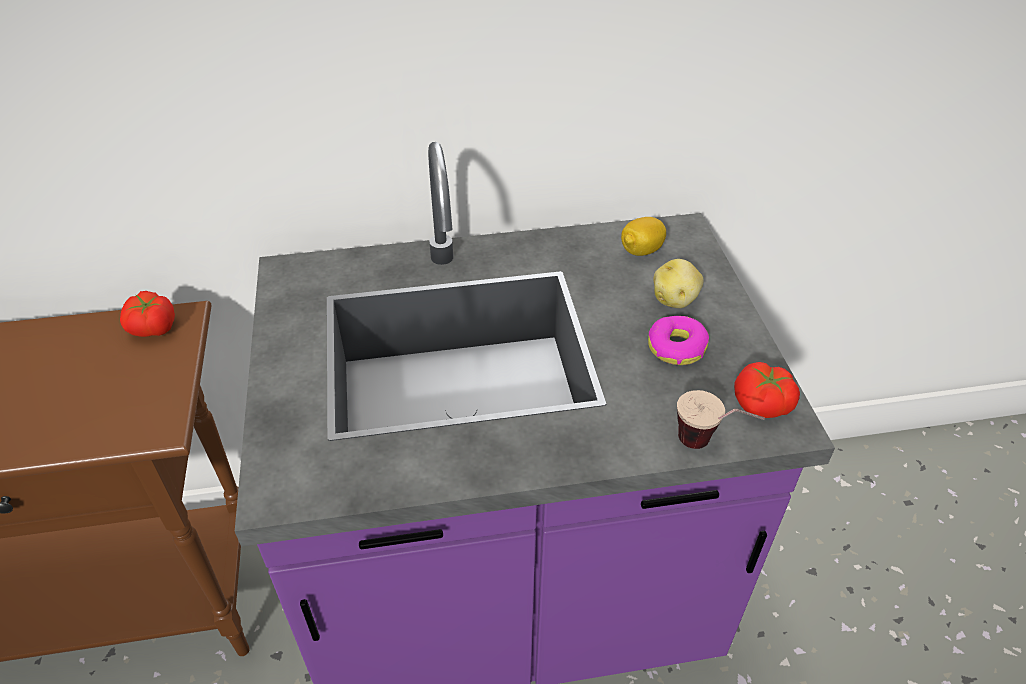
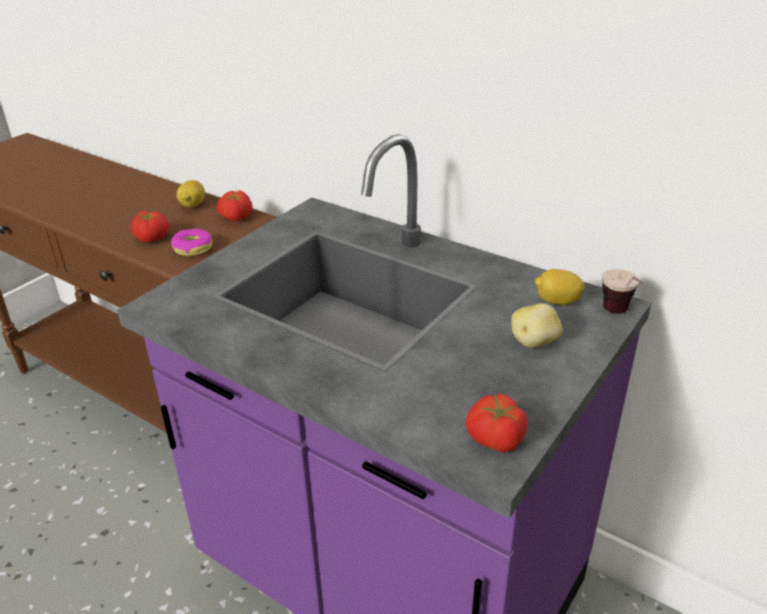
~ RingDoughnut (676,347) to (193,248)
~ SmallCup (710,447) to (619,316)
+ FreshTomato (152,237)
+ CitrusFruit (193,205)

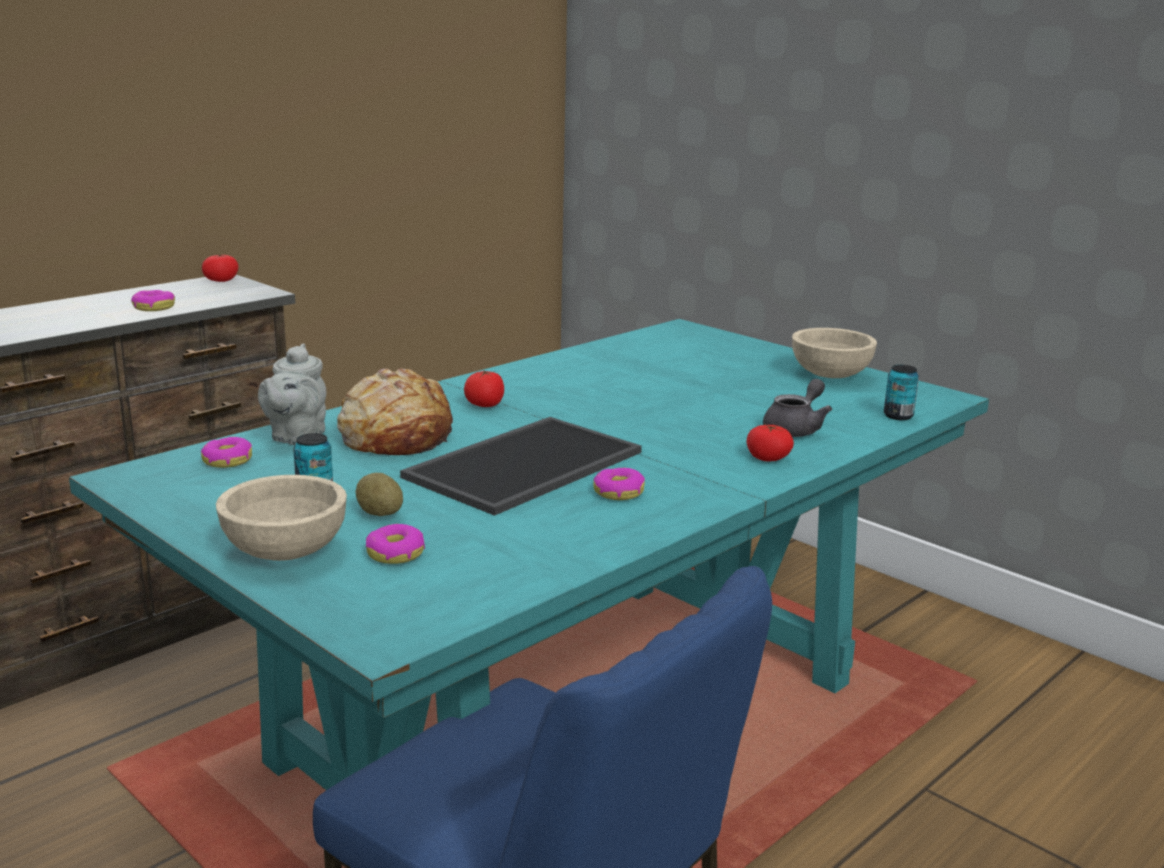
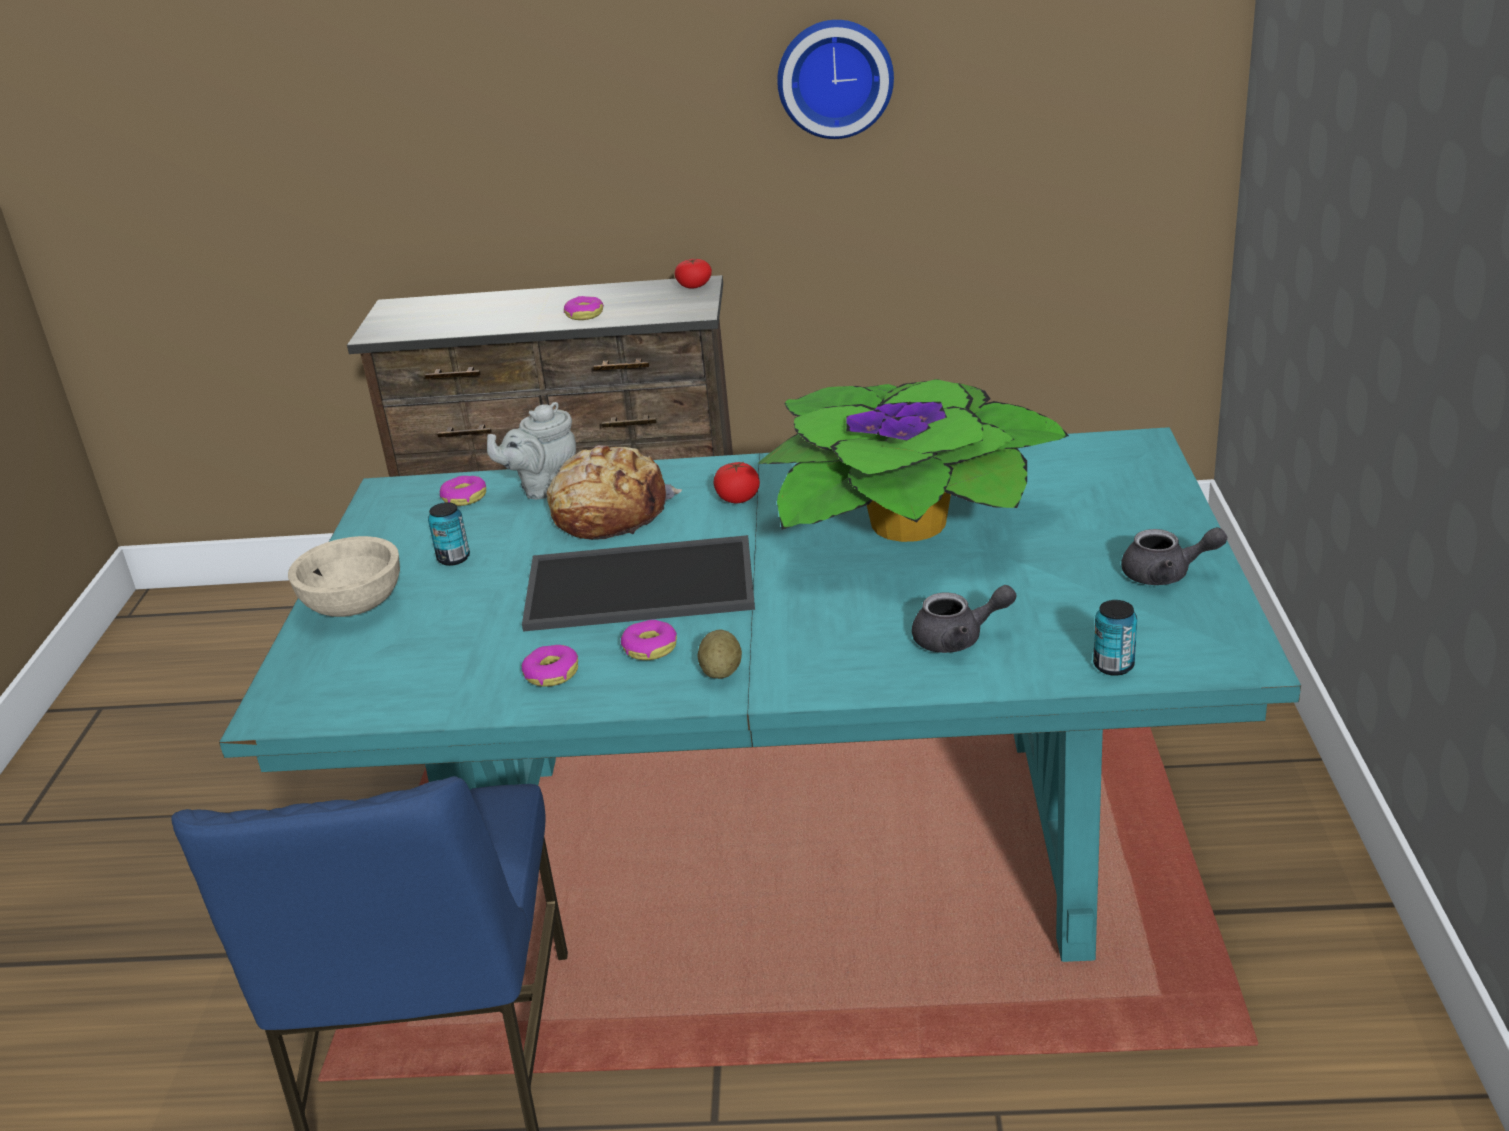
~ WholePotato (380,514) to (721,672)
~ RingDoughnut (395,553) to (551,673)
- FreshTomato (768,457)
~ BeigeColouredServingBowl (830,375) to GrayPotForTea (1166,574)
+ PlantInAPot (901,520)
+ HangingClock (835,77)

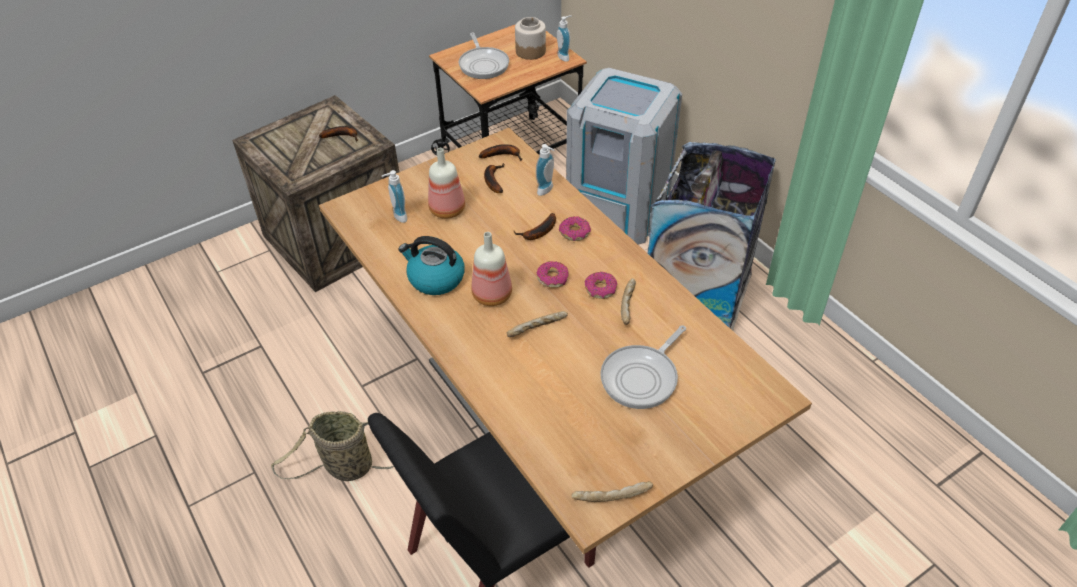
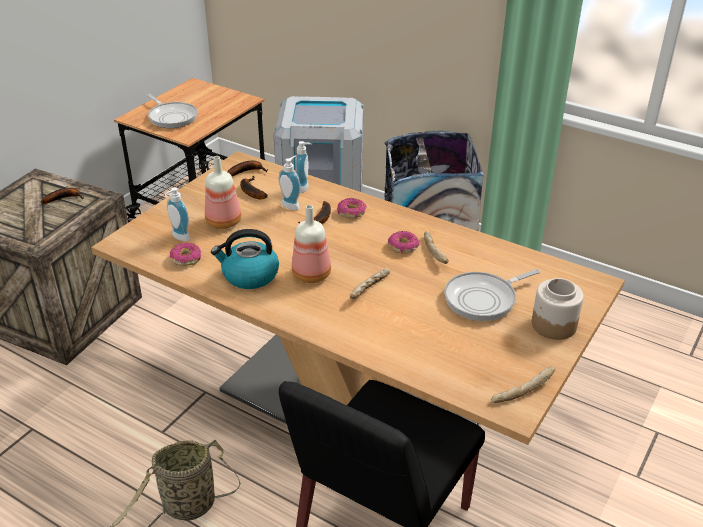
~ StorageJar (530,51) to (553,324)
~ RingDoughnut (552,278) to (186,258)
~ SoapBottle (565,56) to (292,205)
~ Skillet (642,377) = (484,299) 45 degrees clockwise

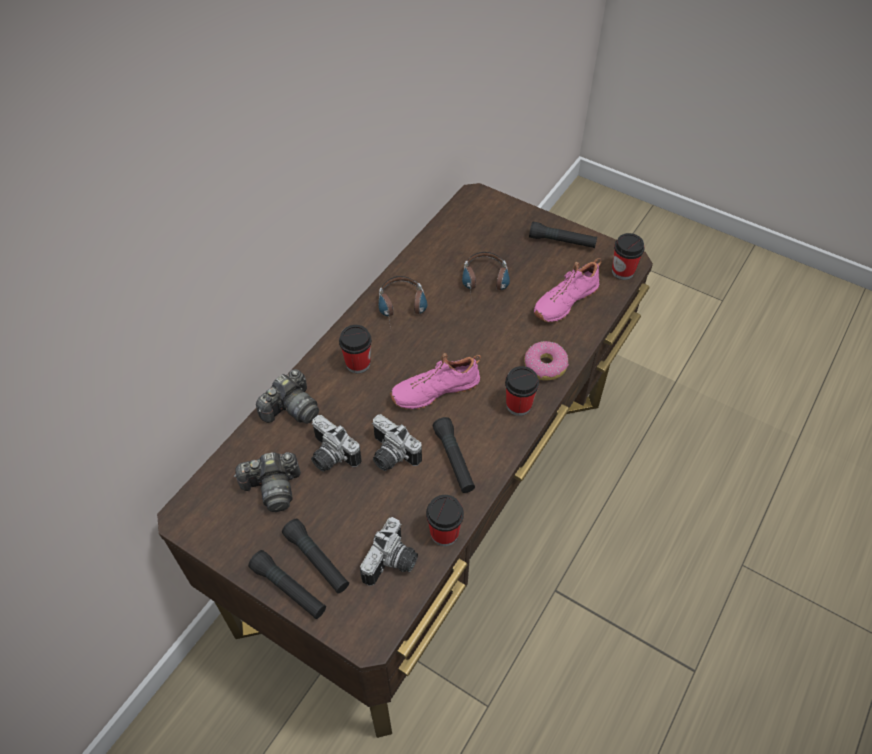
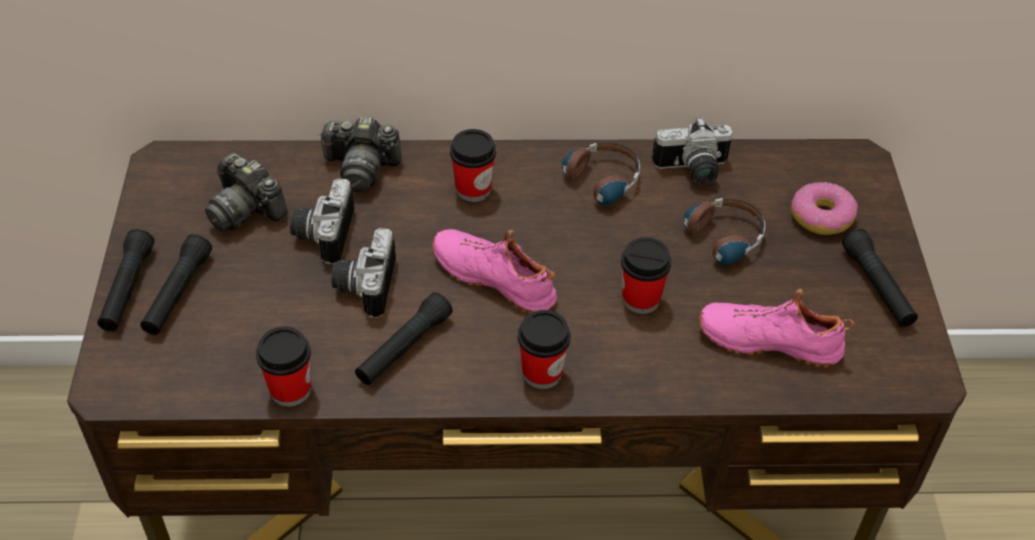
~ PhotoCamera (393,563) to (693,171)
~ RingDoughnut (545,365) to (821,216)
~ SmallCup (623,271) to (641,299)

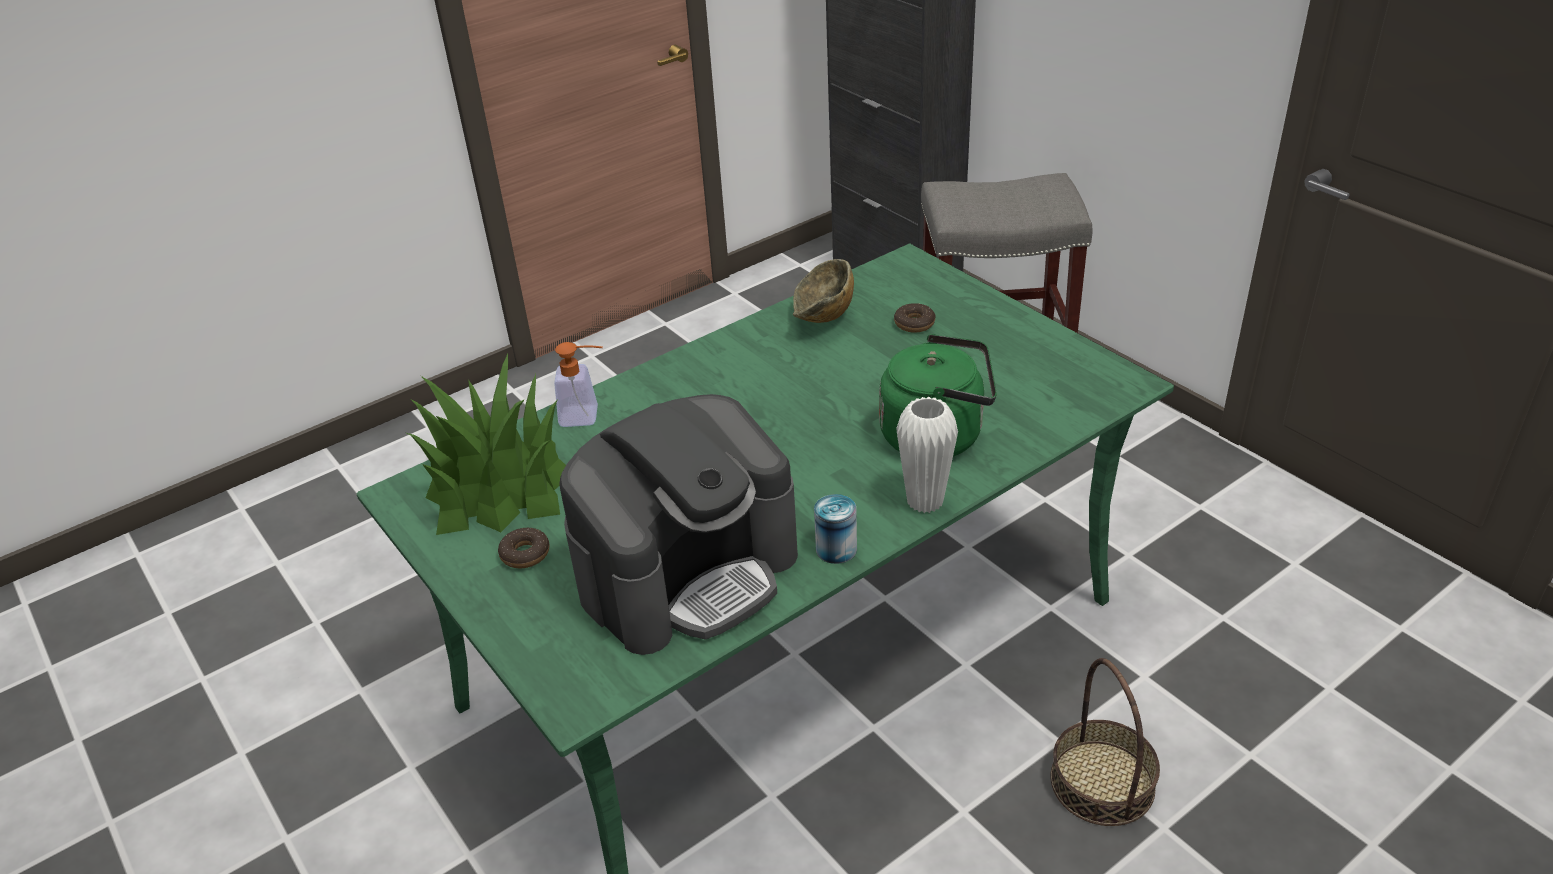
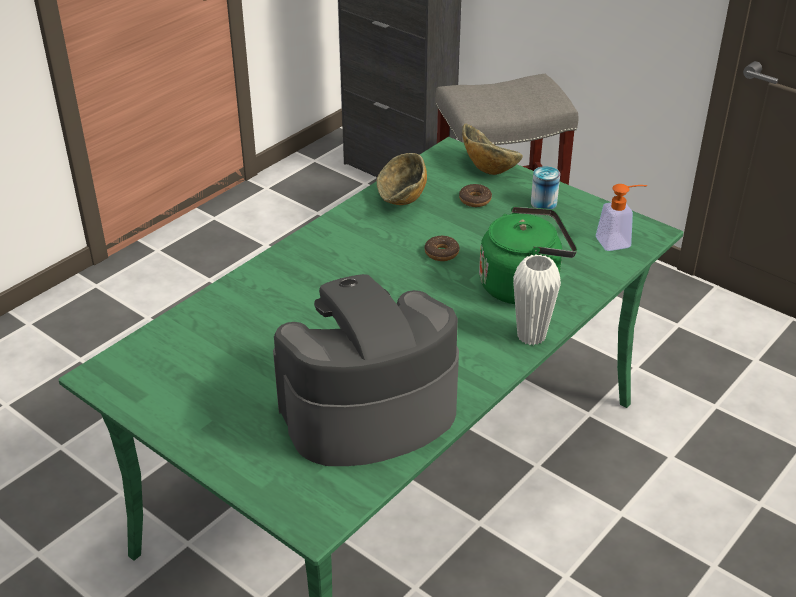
- PlantInAPot (498,486)
~ RingDoughnut (525,554) to (441,253)
~ SoapBottle (587,416) to (618,242)
~ CoffeeBrewer (688,573) = (367,411) 150 degrees counterclockwise
~ SealedCan (836,549) to (543,203)
- HouseholdBasket (1101,782)
+ ServingBowl (488,169)

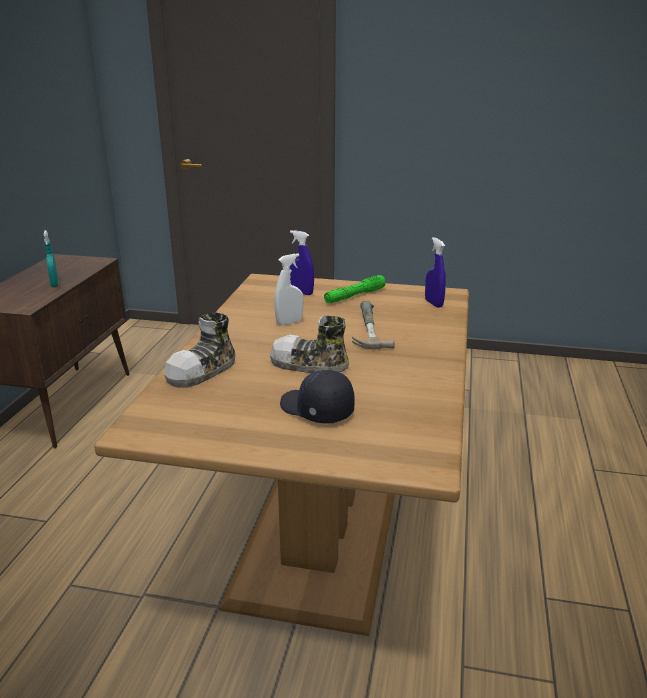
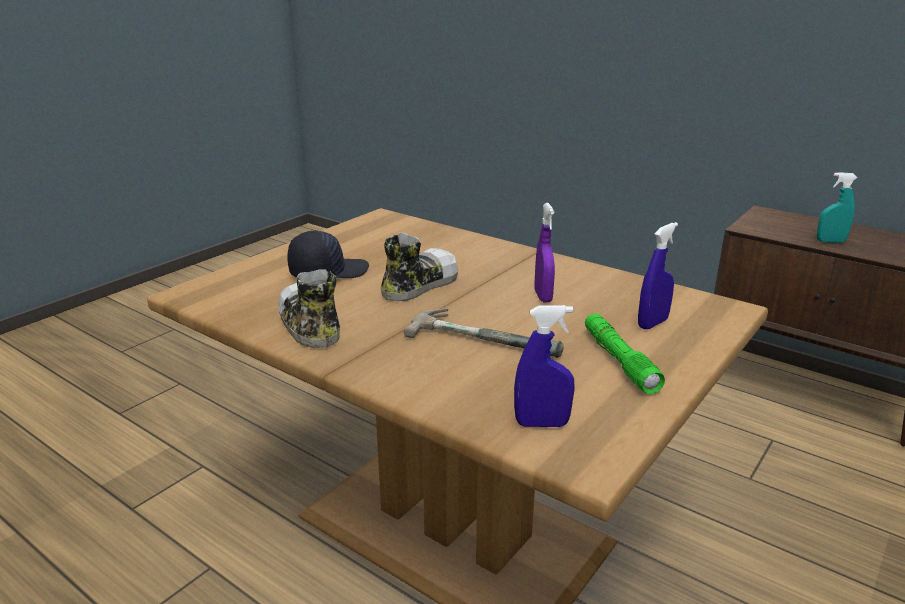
~ Shoe (203,371) to (309,326)
~ WhiteHandSprayer (289,322) to PurplishHandSprayer (543,296)

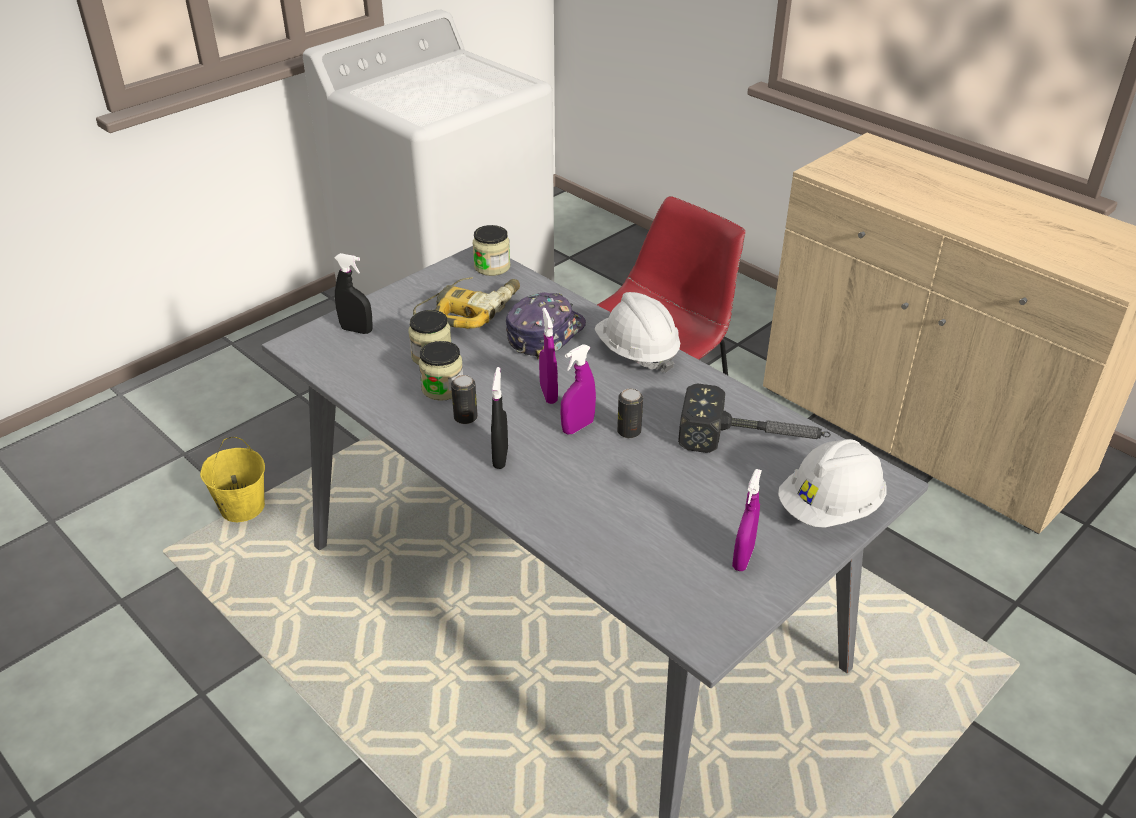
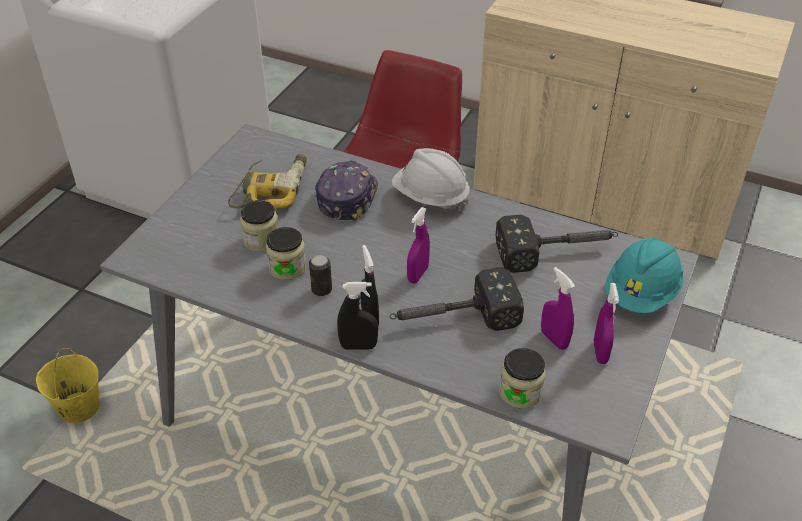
~ BlackColouredHandSprayer (356,330) to (358,346)
~ StorageJar (492,267) to (520,392)
~ PurplishHandSprayer (548,394) to (554,339)
- SealedCan (629,432)
~ WhiteWorkHelmet (830,508) to TurquoiseWorkHelmet (641,293)
+ HandHammer (452,318)

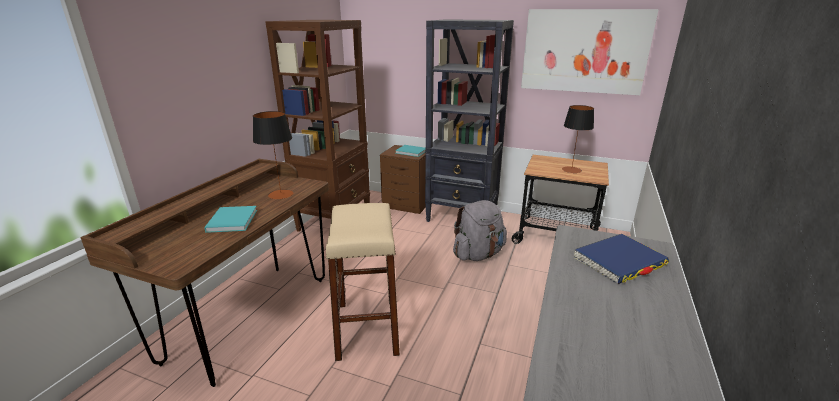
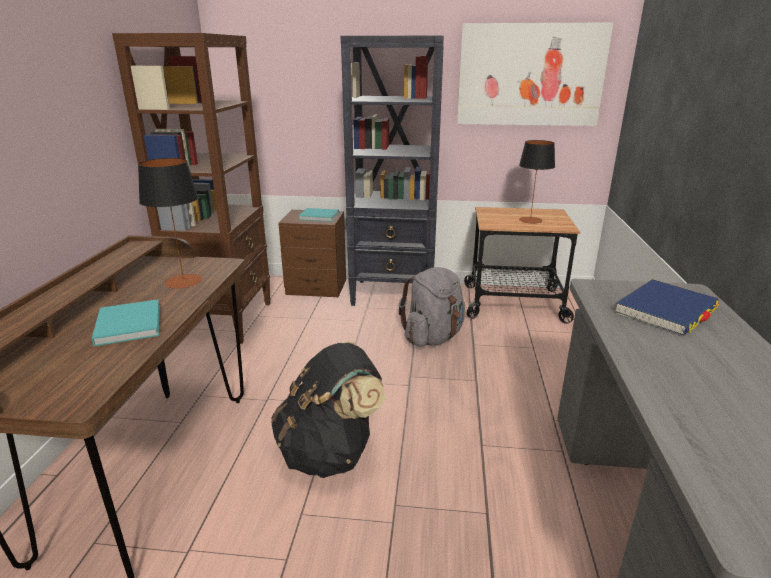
~ BeigeColouredStool (367,328) to BlackColouredBackpack (330,452)

